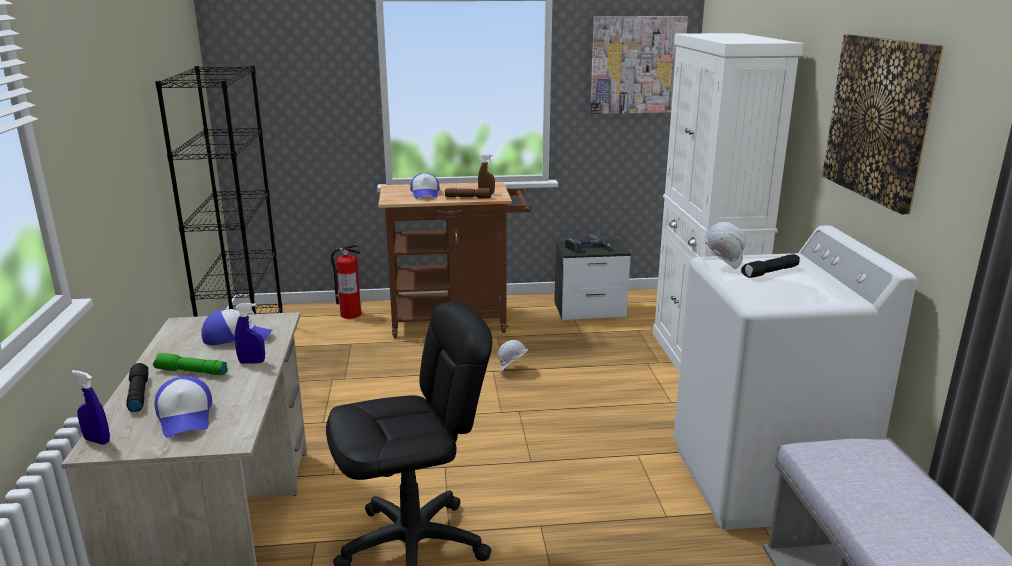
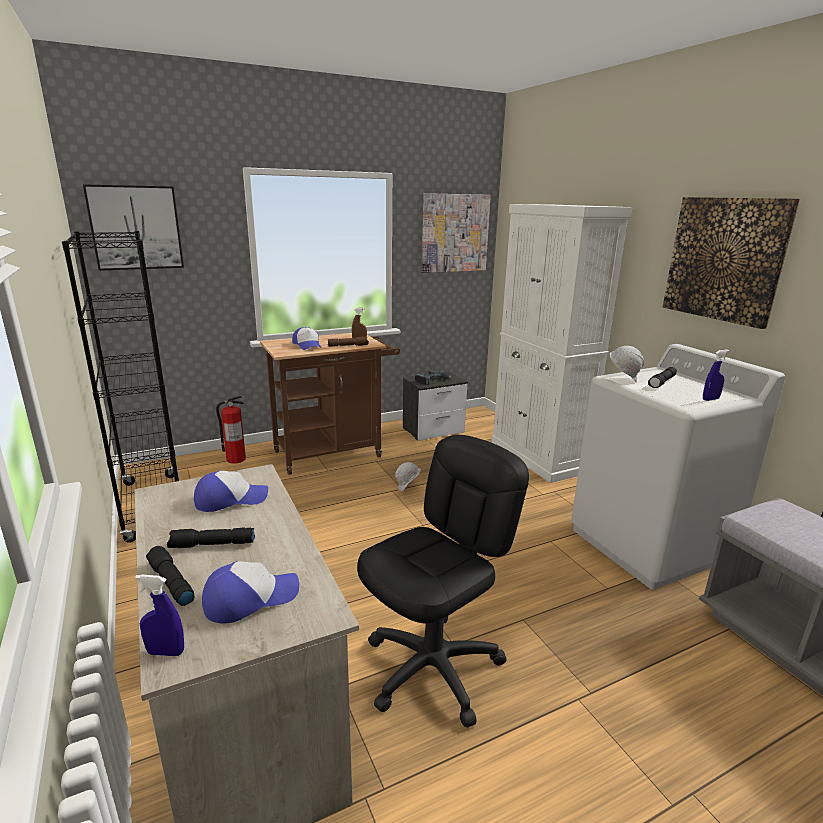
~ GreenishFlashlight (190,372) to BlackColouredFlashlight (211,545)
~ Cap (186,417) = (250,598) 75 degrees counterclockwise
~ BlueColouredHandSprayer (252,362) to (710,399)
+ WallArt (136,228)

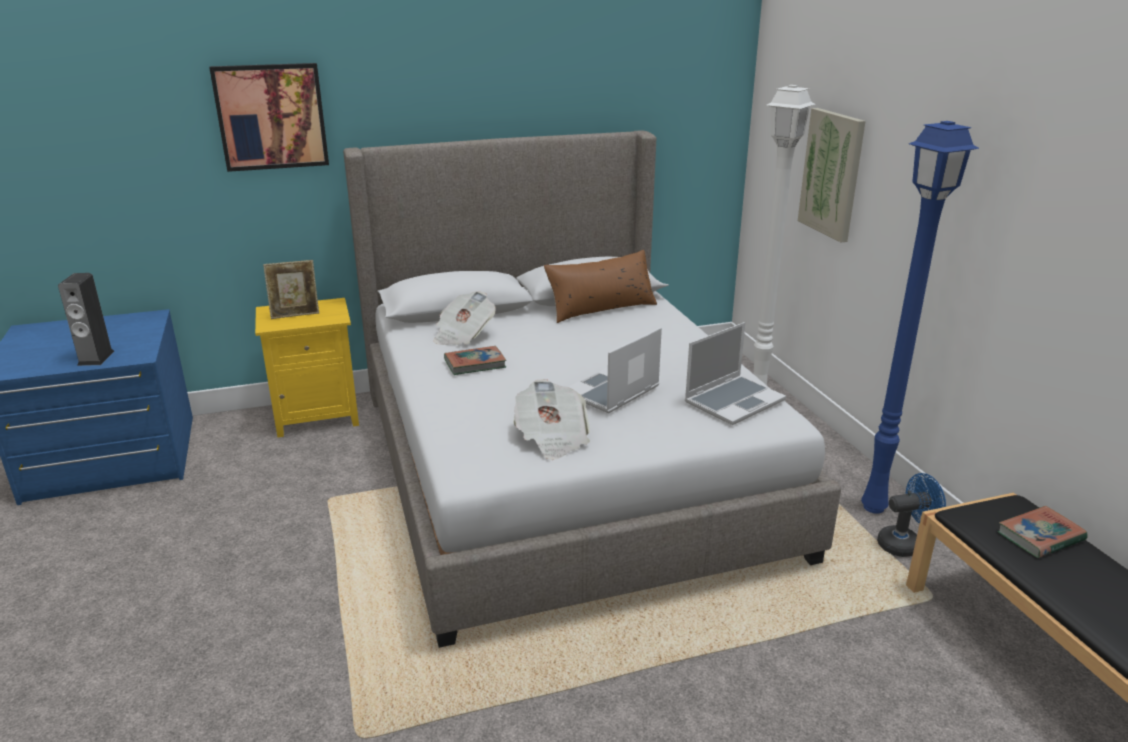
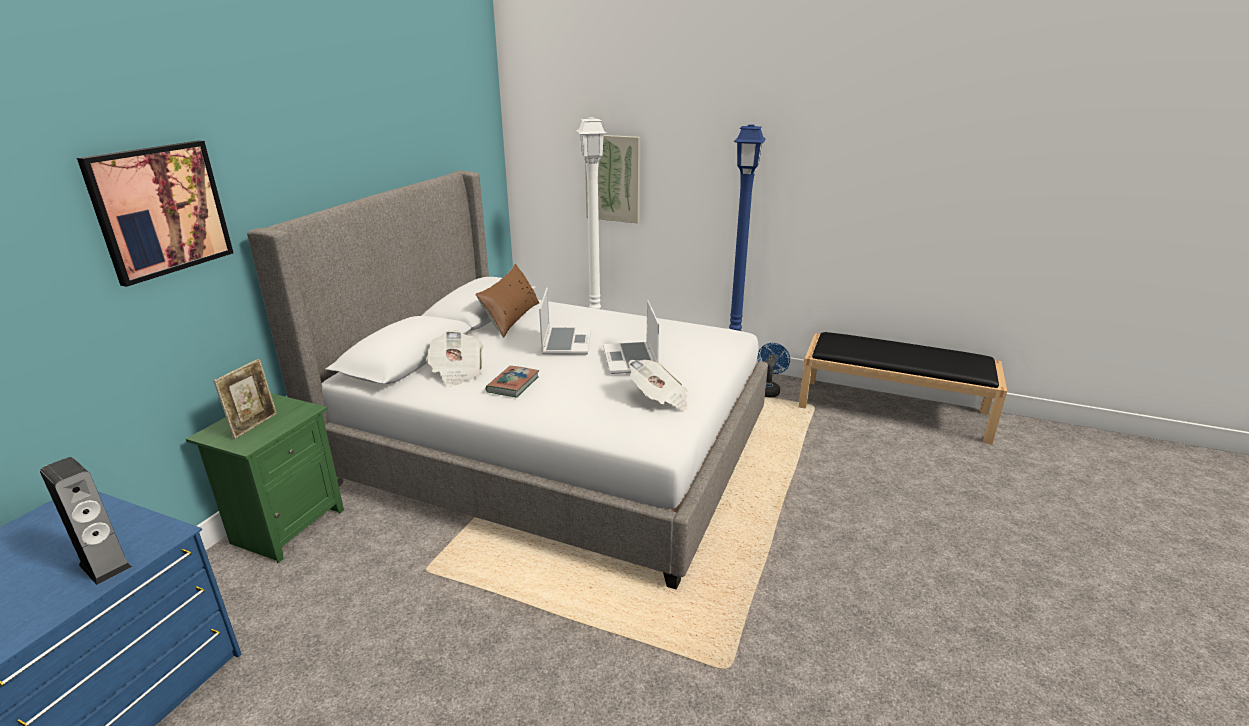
~ YellowishBedsideTable (317,416) to GreenishBedsideTable (286,526)
~ PortableComputer (734,401) to (565,342)
- Book (1040,536)

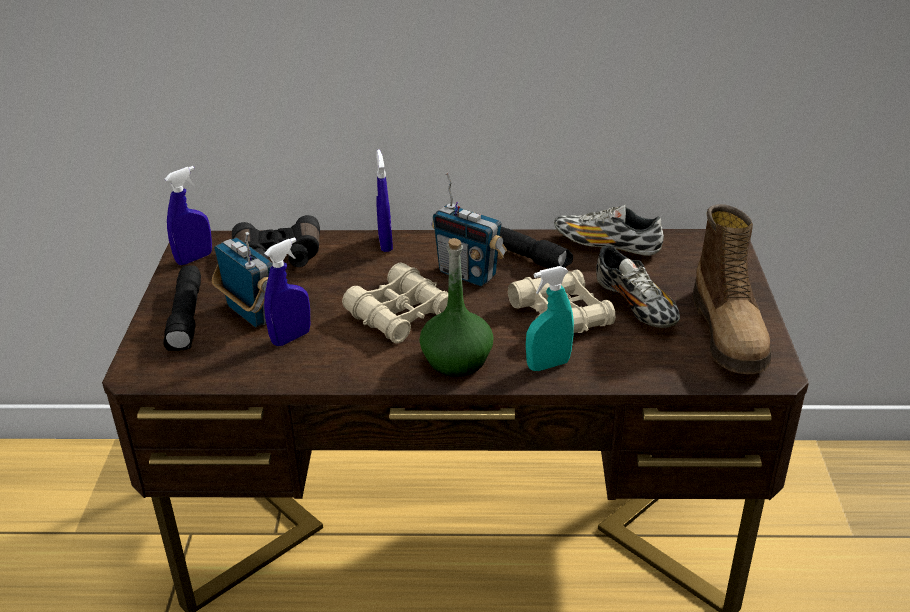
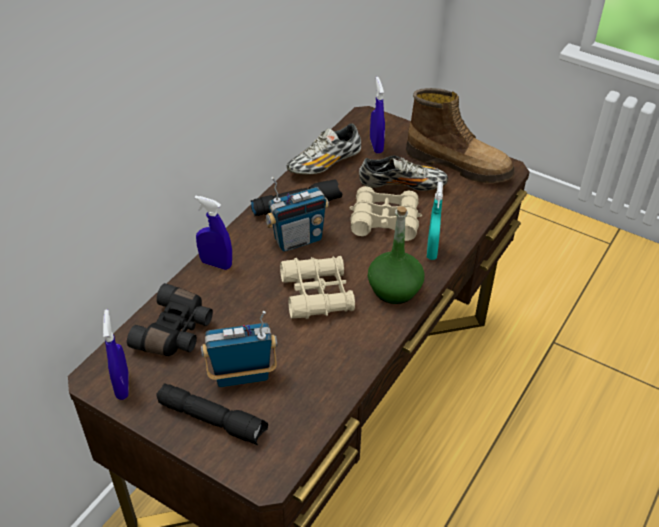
~ BlueColouredHandSprayer (291,338) to (376,146)

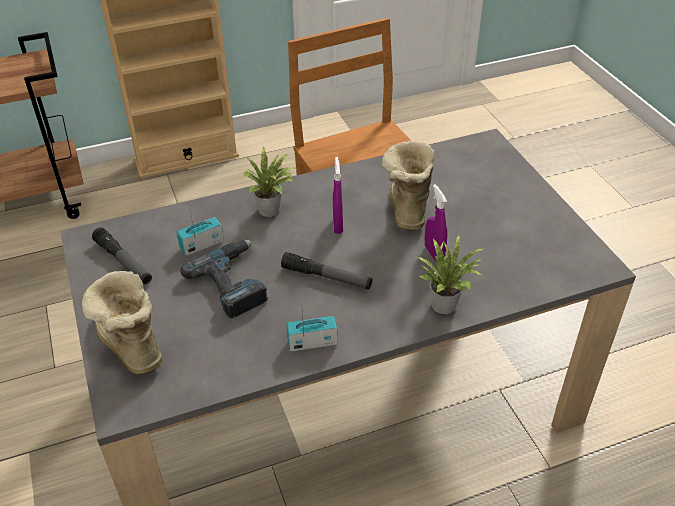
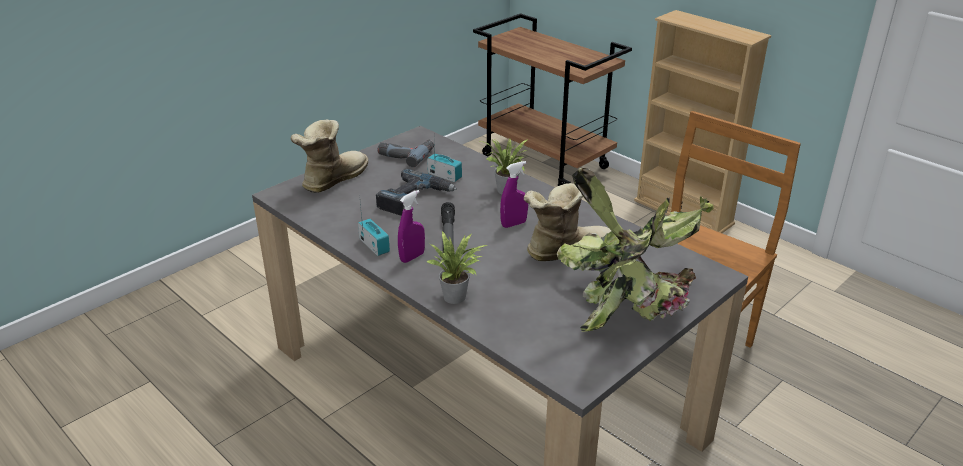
~ Flashlight (123,262) to ElectricDrill (406,154)
~ PurplishHandSprayer (434,253) to (412,257)
+ PlantInAPot (631,302)

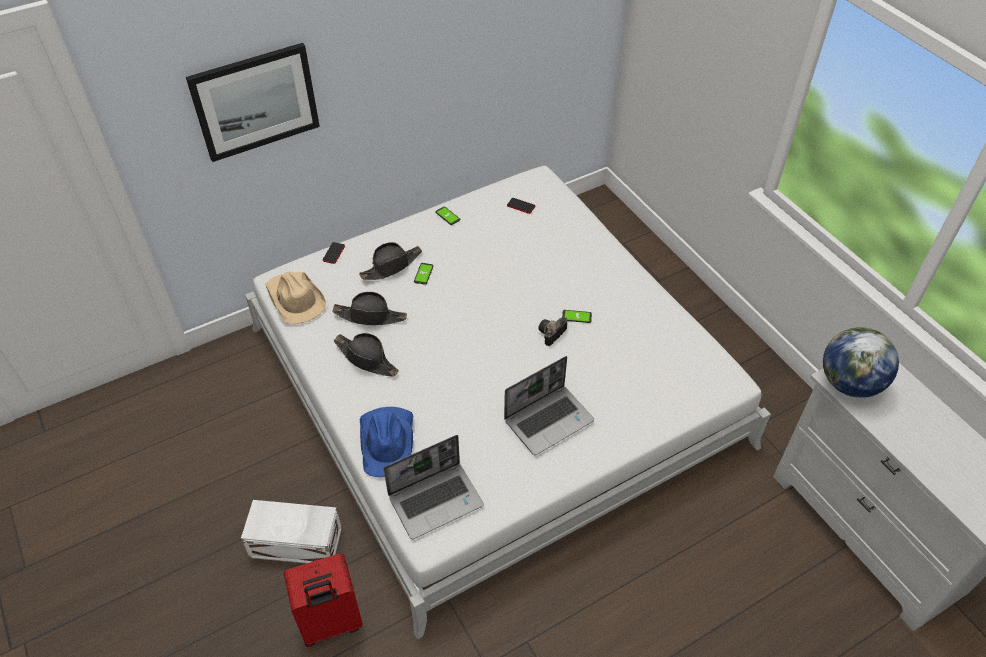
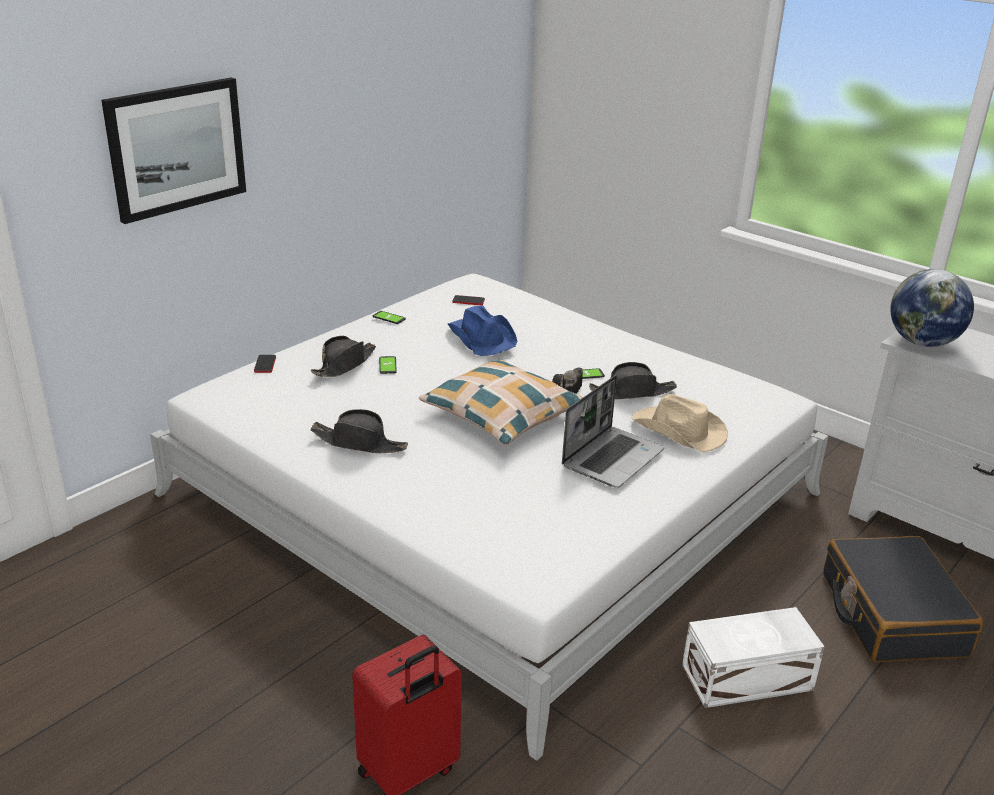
~ WhiteStorageBin (297,544) to (749,679)
~ BeigeColouredClothingHat (295,299) to (679,431)
~ BlackColouredClothingHat (370,316) to (632,392)
~ BlueColouredClothingHat (388,441) to (482,337)
- PortableComputer (436,500)
+ Pillow (502,414)
+ BlackColouredPieceOfLuggage (891,615)

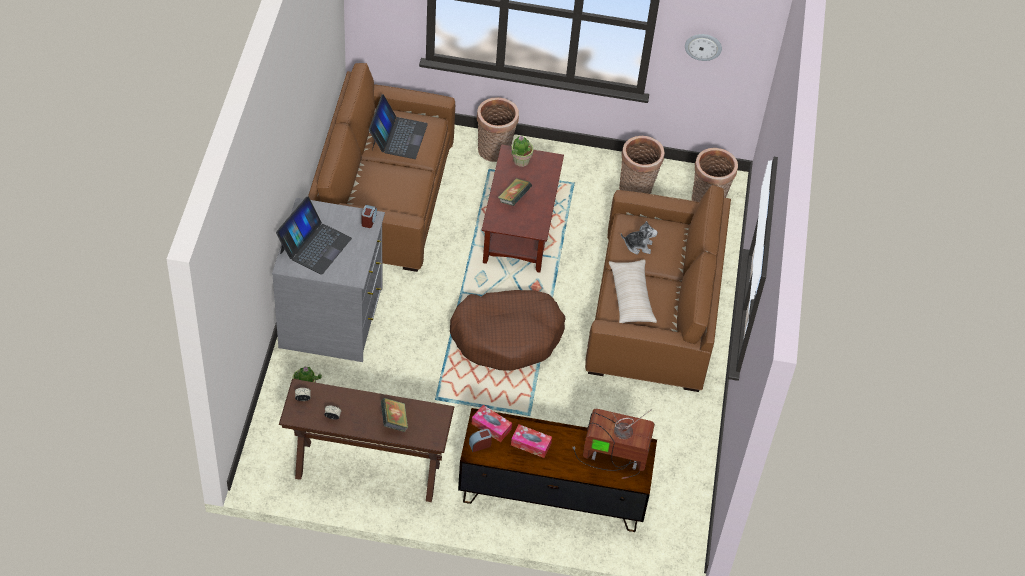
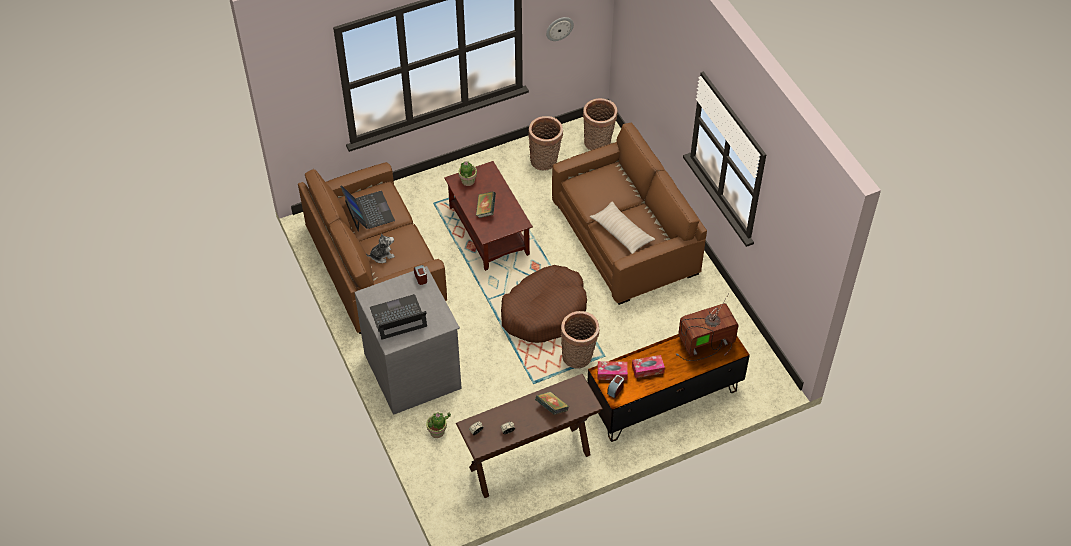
~ PortableComputer (314,245) = (398,318) 105 degrees counterclockwise
~ HouseholdBasket (495,151) to (579,357)
~ CuddlyToy (638,245) to (382,255)

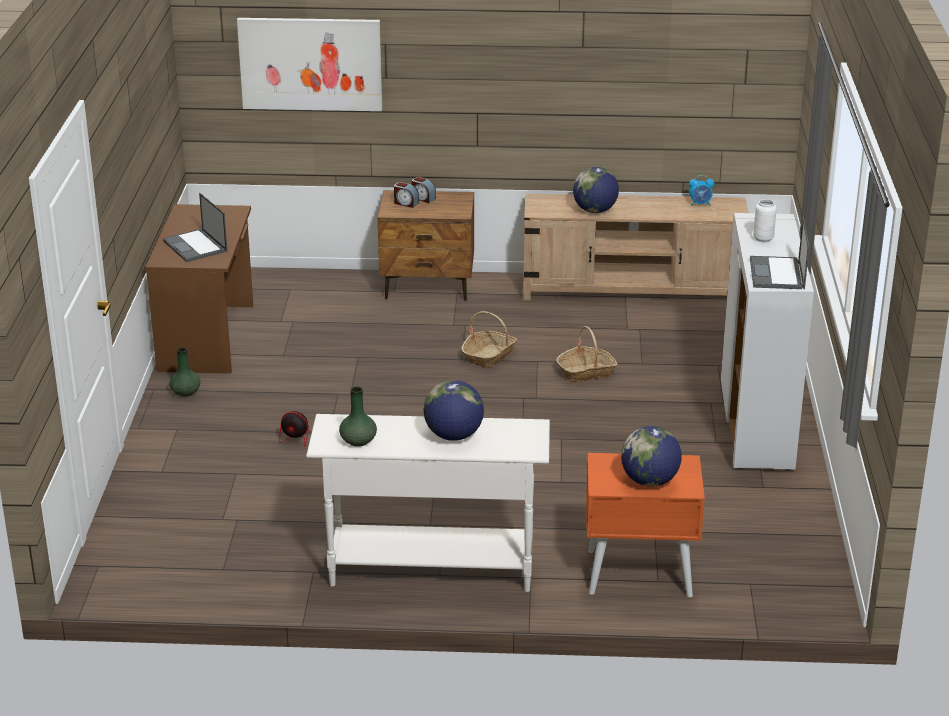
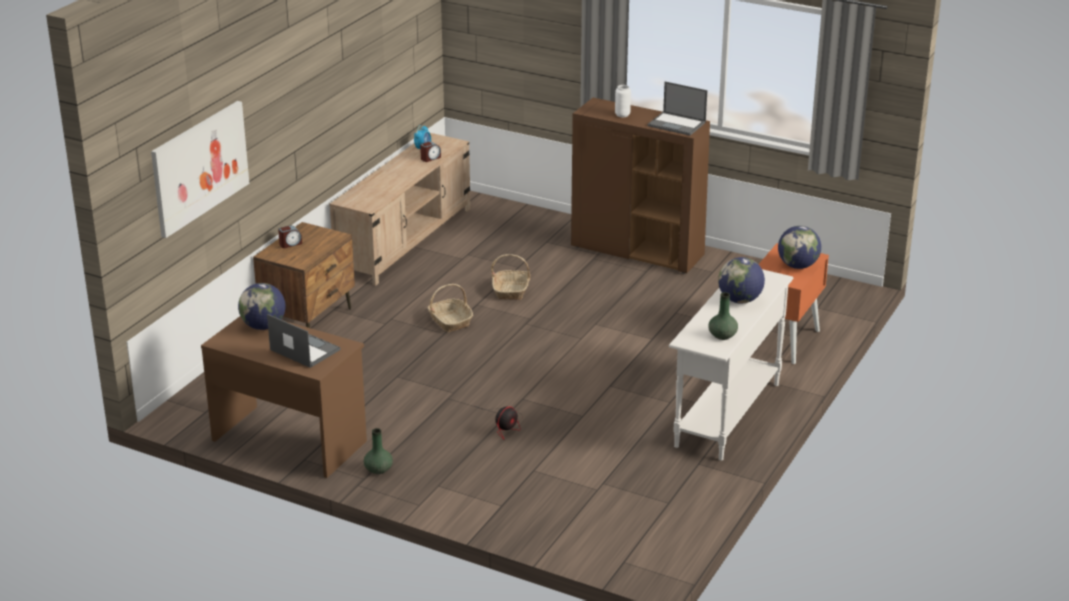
~ PortableComputer (195,246) = (304,349) 135 degrees counterclockwise
~ BedsideClock (405,203) to (430,158)
~ Globe (595,211) to (263,326)
~ WhiteStorageCabinet (757,426) to BrownColouredStorageCabinet (638,252)

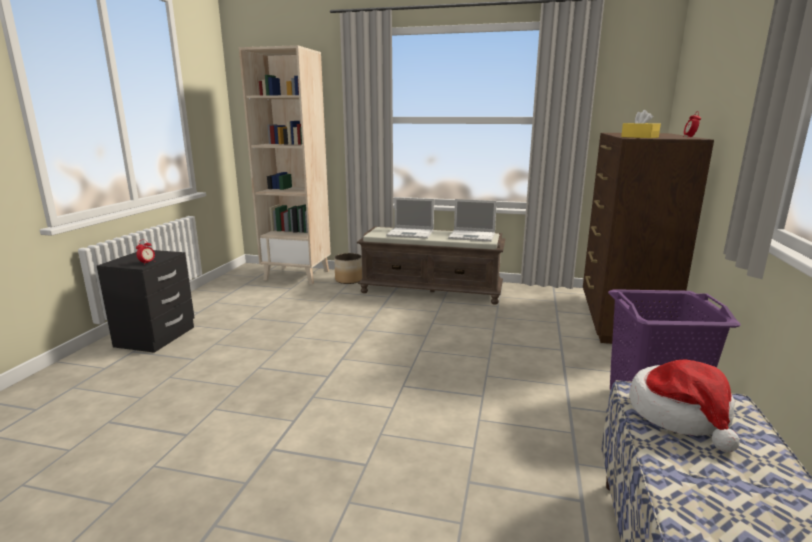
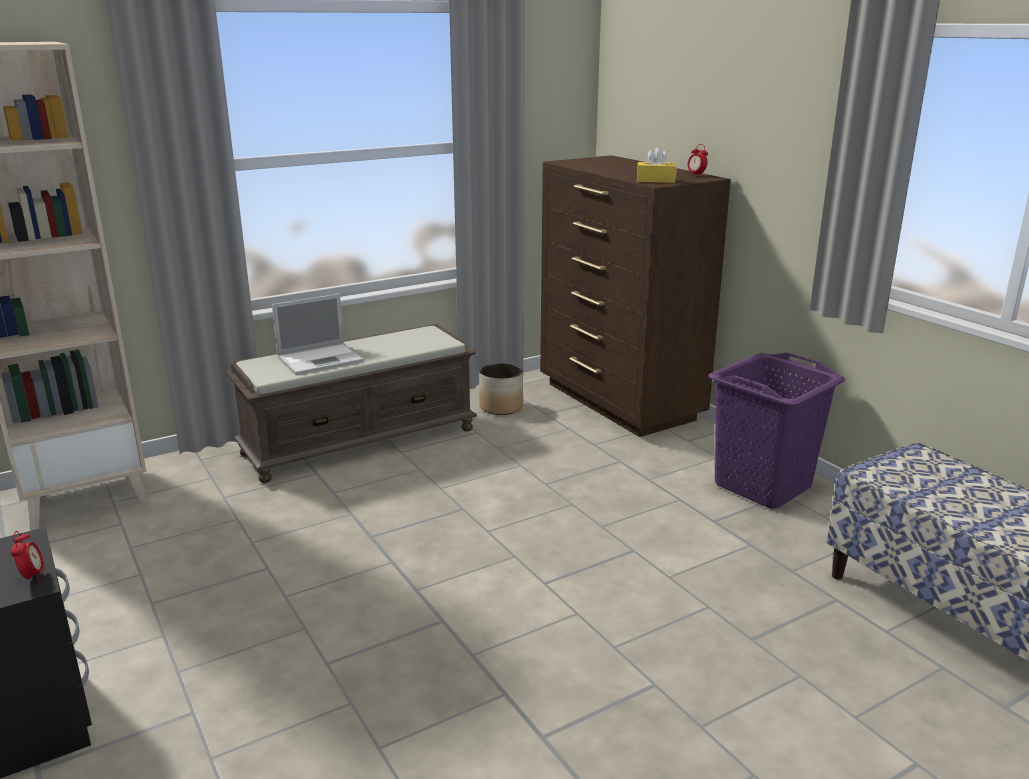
~ Planter (349,280) to (501,407)
- PortableComputer (473,236)
- ClothingHat (680,415)

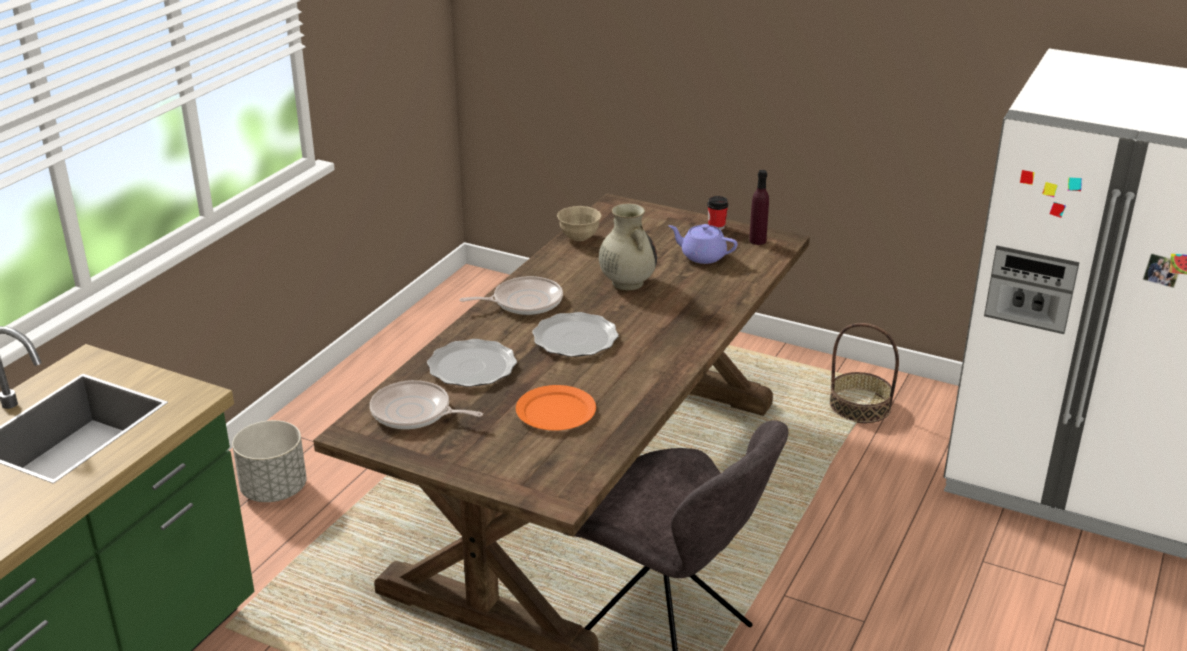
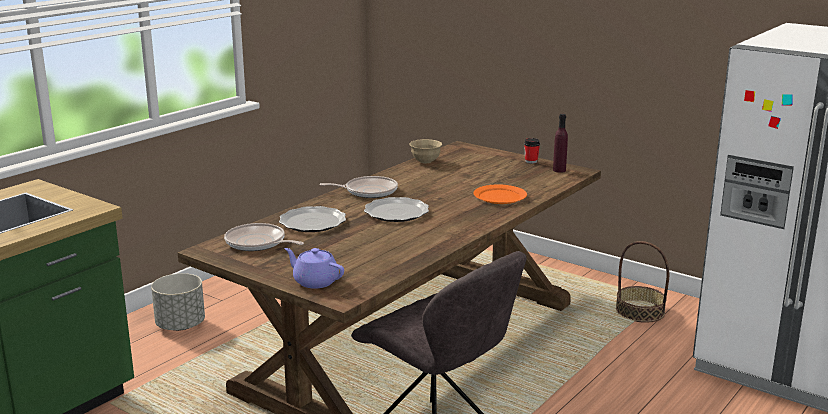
~ OrangeyDinnerPlate (555,412) to (499,197)
- BeigeColouredFlowerVase (627,282)
~ PurplishPotForTea (702,256) to (315,281)

